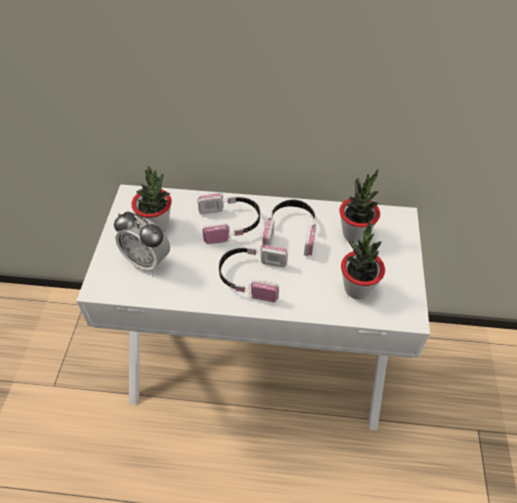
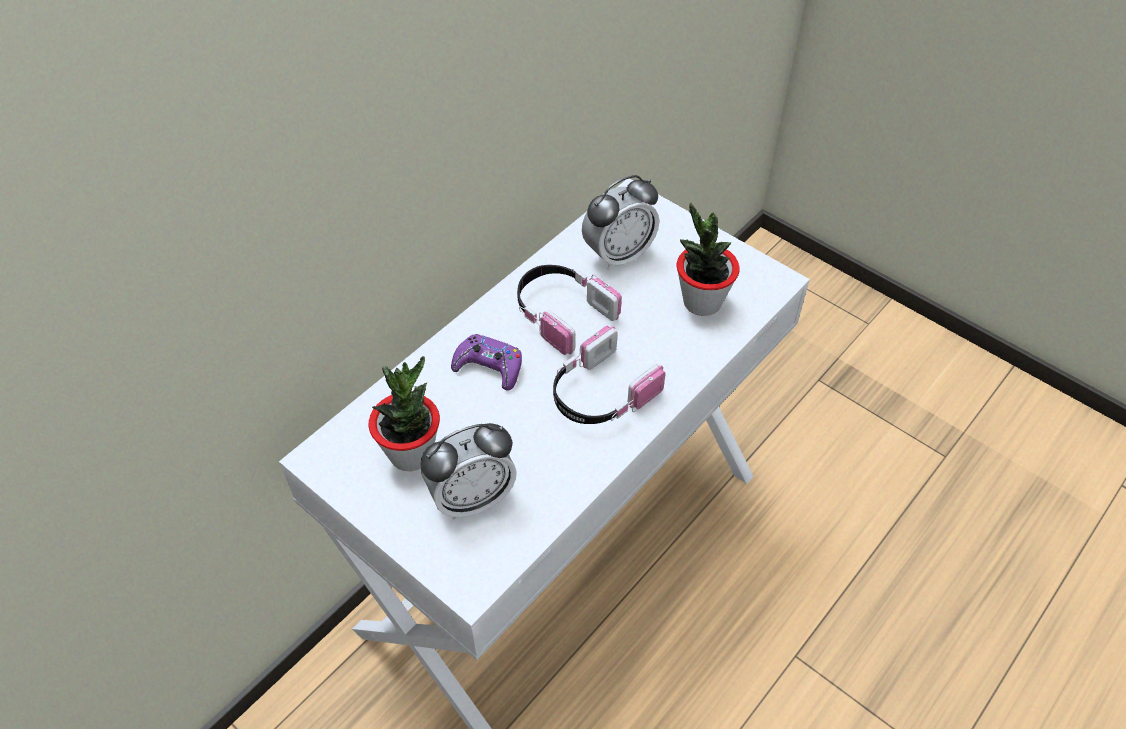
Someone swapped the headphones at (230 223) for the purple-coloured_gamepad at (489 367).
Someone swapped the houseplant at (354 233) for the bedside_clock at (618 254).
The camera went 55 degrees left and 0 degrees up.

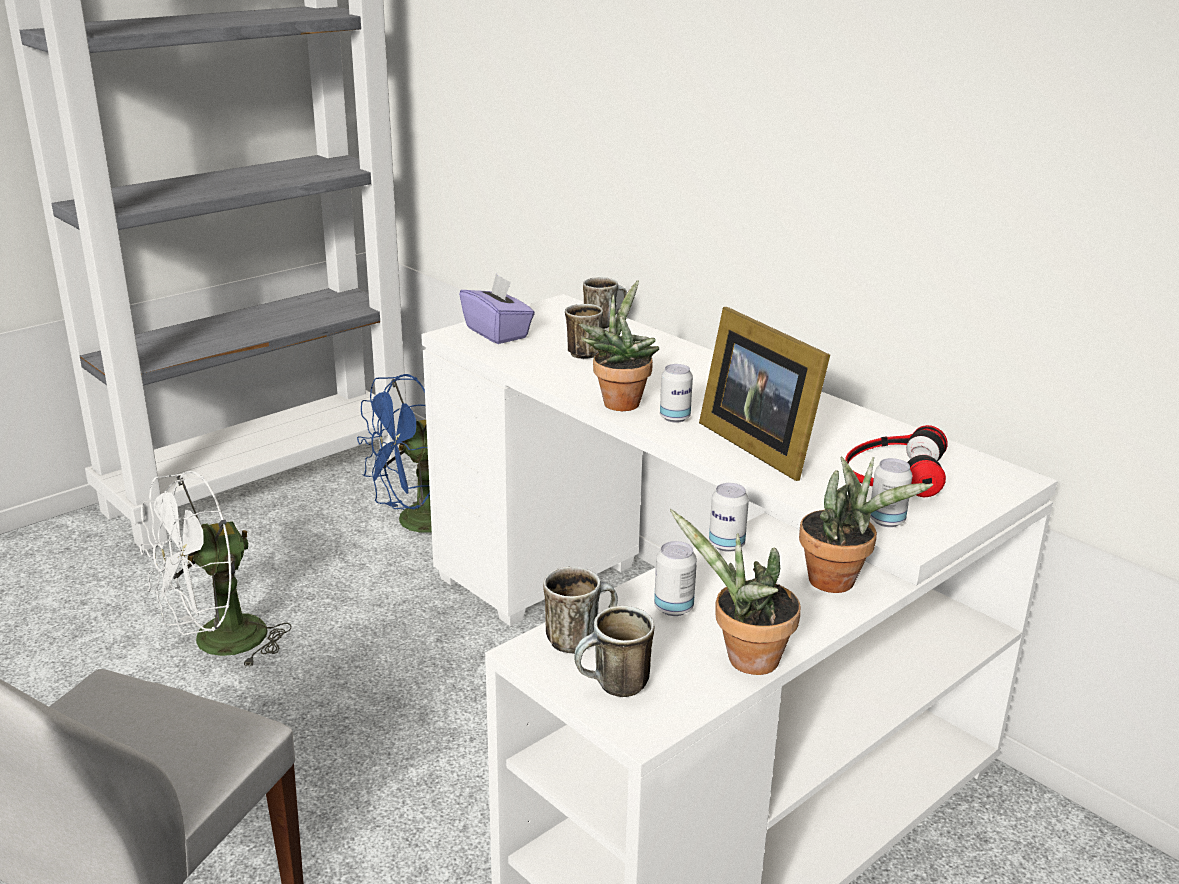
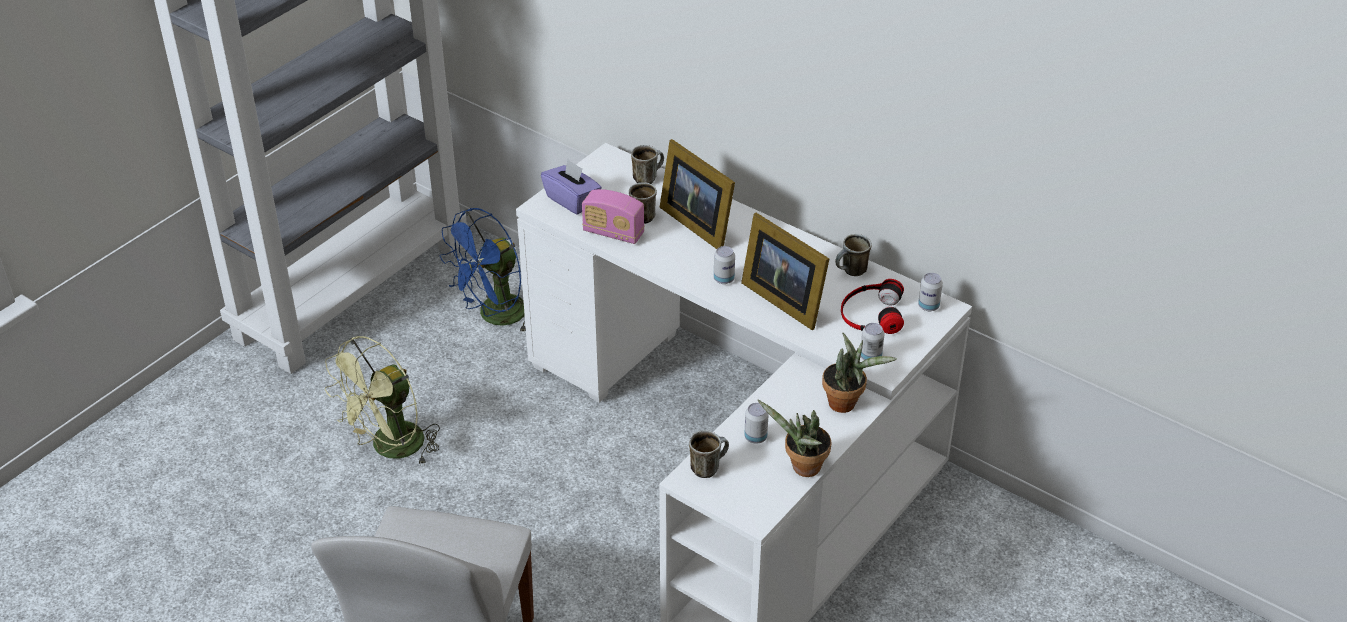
Someone repainted the white-coloured_fan at (217 644), which became the green_fan at (390 449).
Someone put down the radio_receiver at (613 233).
Someone put down the standing_frame at (697 222).
Someone carried the coffee_mug from (613 688) to (851 272).
Someone carried the metal_can from (726 545) to (928 306).
Someone took away the houseplant at (619 401).
The camera went 10 degrees left and 15 degrees up.

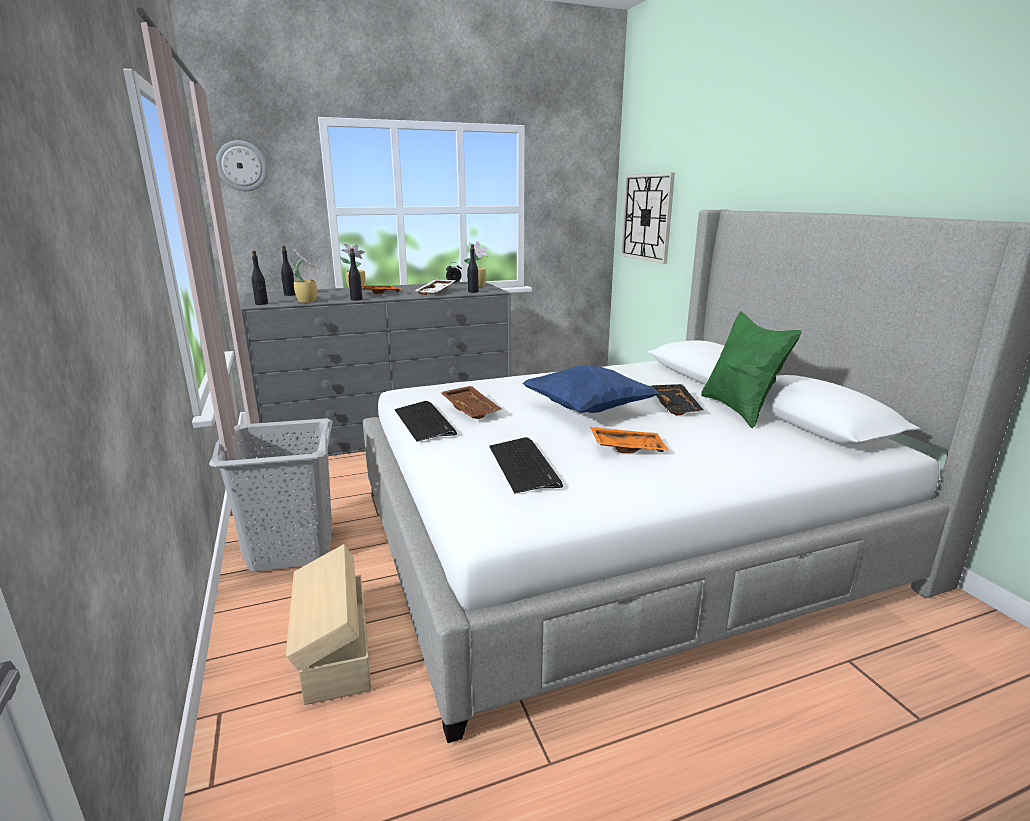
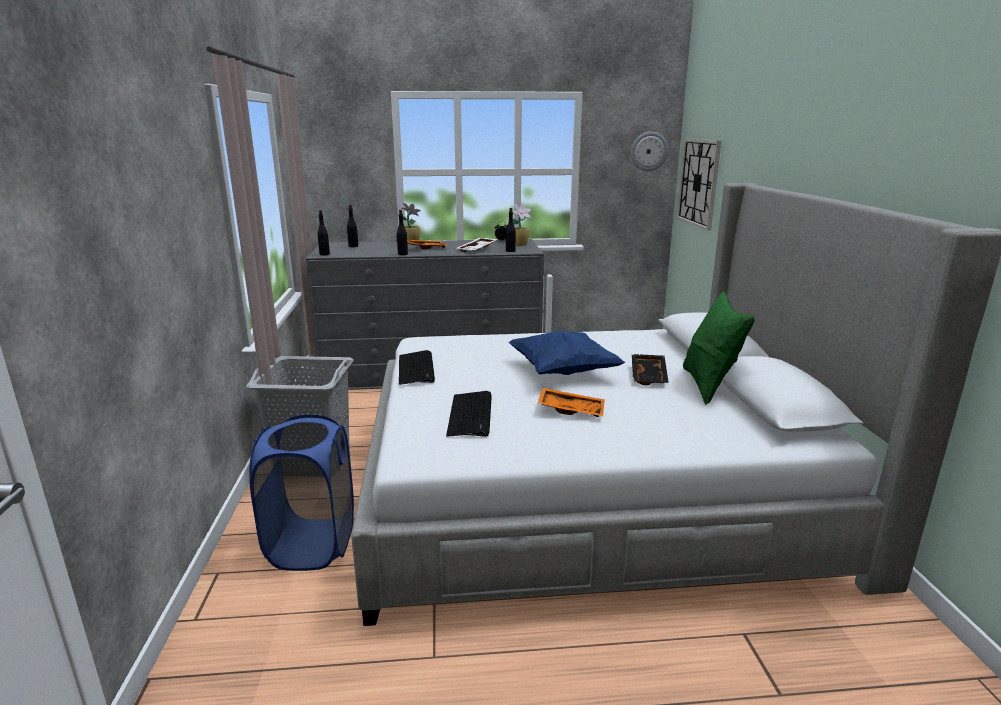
Someone swapped the sand-coloured_storage_container at (335 651) for the bluish_hamper at (312 545).
Someone carried the wall_clock from (242 166) to (648 151).
Someone took away the houseplant at (307 301).
Someone took away the brown-coloured_carrying_tray at (472 409).
The camera went 15 degrees right and 0 degrees up.

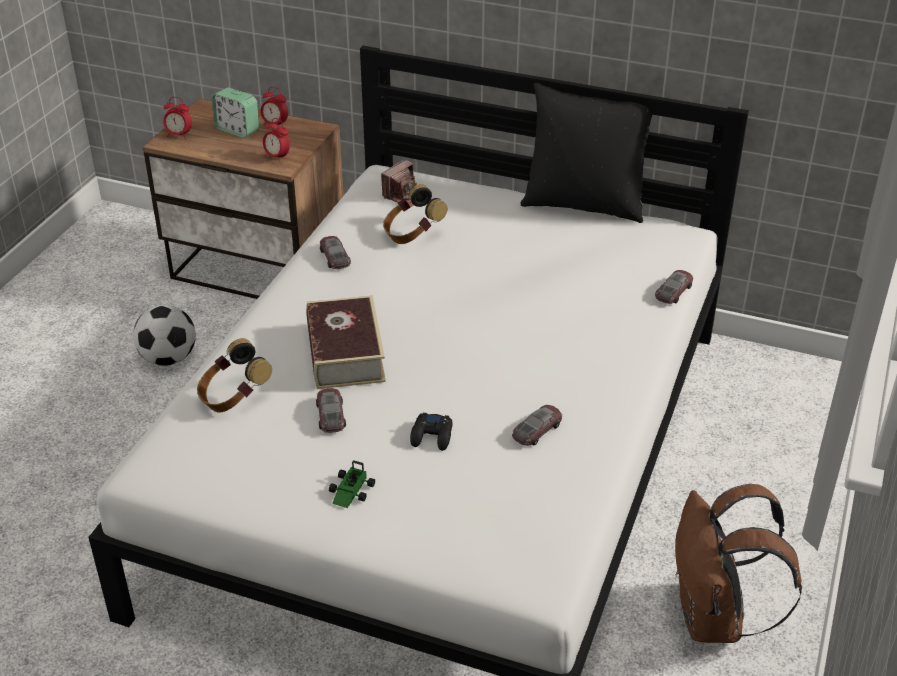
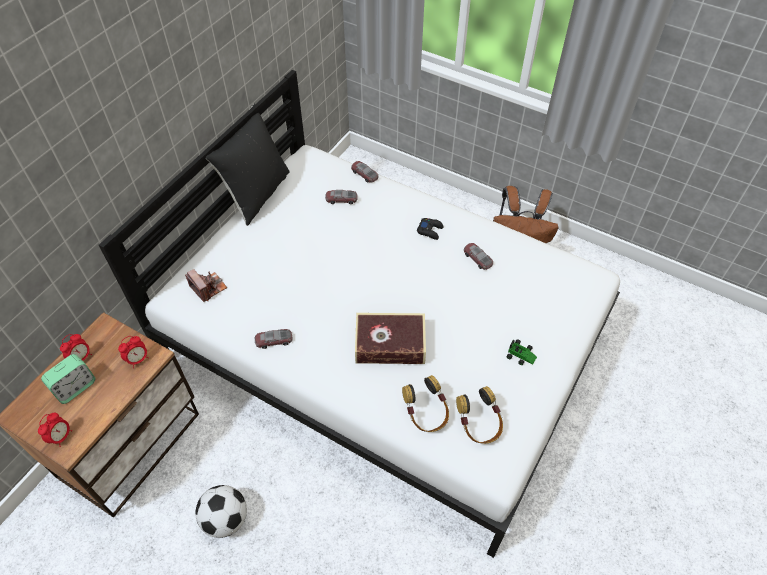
Someone carried the model_car from (331 415) to (341 199).
Someone carried the blackish_gamepad from (432 436) to (430 230).
Someone carried the headphones from (412 234) to (479 425).
The camera went 80 degrees left and 15 degrees up.

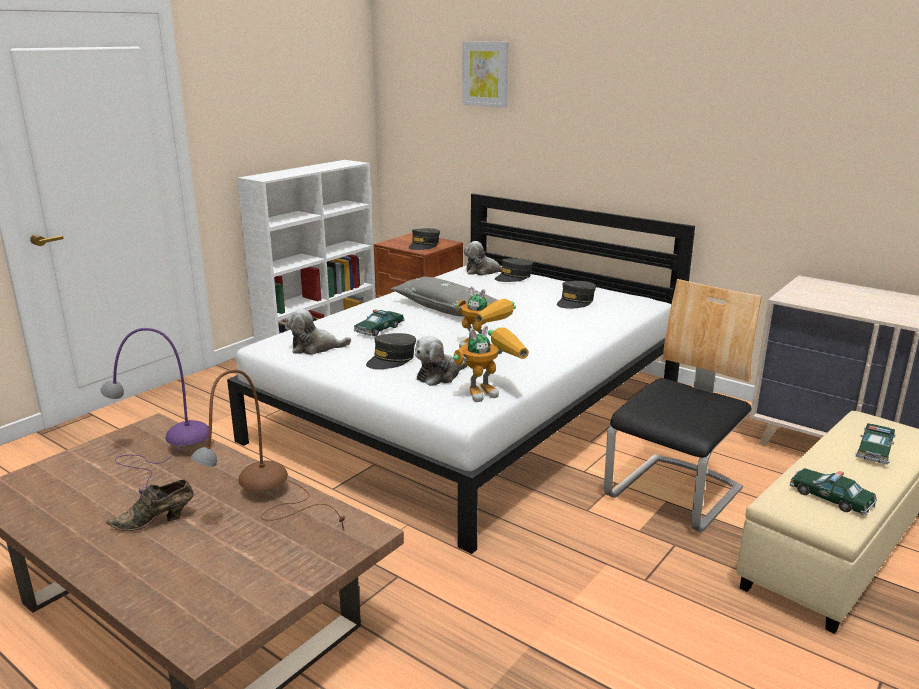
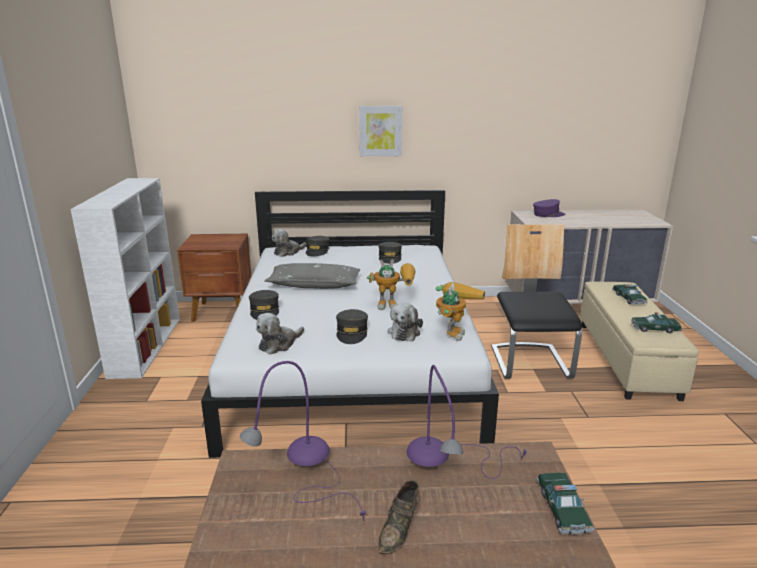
Someone carried the greyish_cap from (424 245) to (264 311).
Someone carried the picture from (486 74) to (380 131).
Someone repainted the brown-coloured_lamp_for_a_table at (267 506), which became the purple-coloured_lamp_for_a_table at (450 472).
Someone put down the purple-coloured_cap at (548 214).
Someone carried the model_car from (379 329) to (562 509).
The camera went 40 degrees left and 0 degrees up.

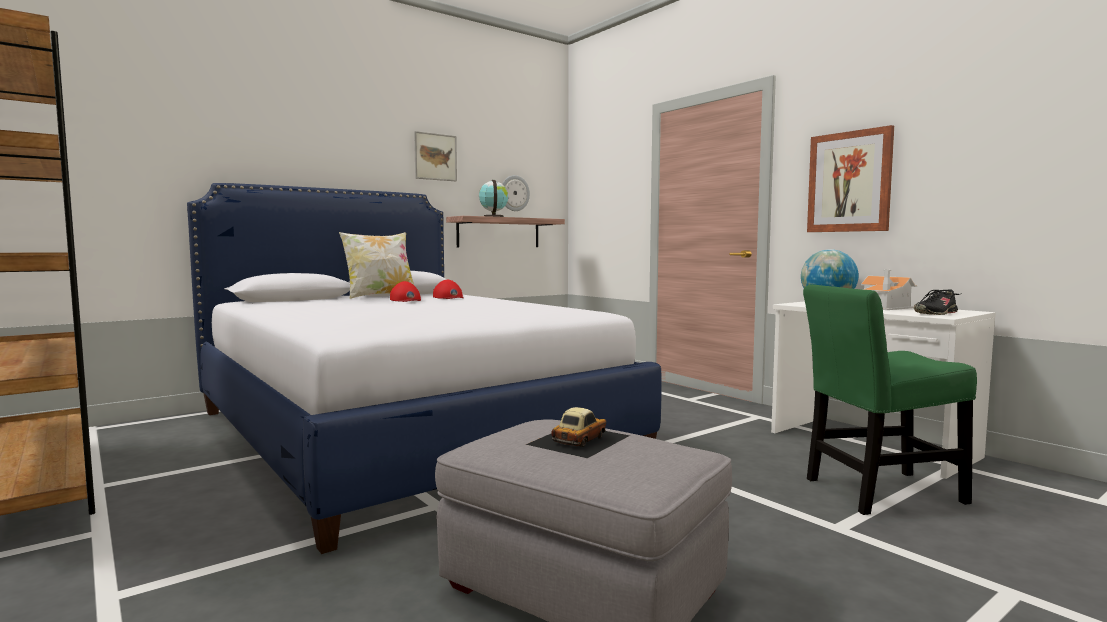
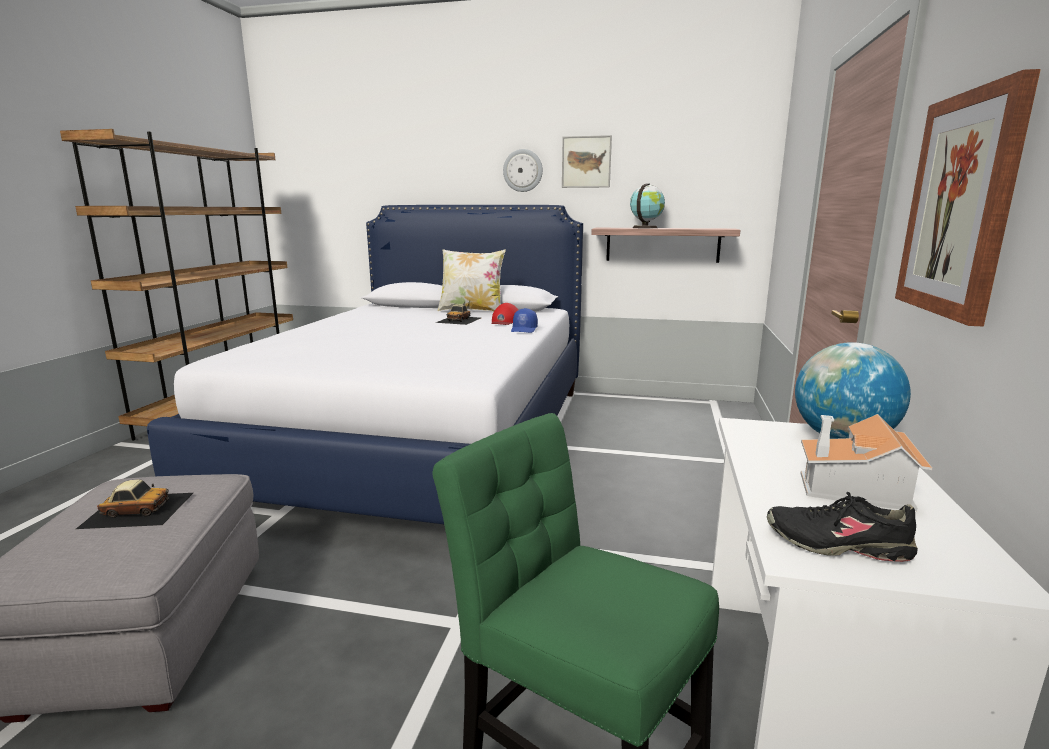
Someone swapped the red_cap at (406 300) for the model_car at (459 320).
Someone carried the wall_clock from (514 193) to (523 170).
Someone put down the bluish_cap at (524 329).
The camera went 50 degrees right and 10 degrees up.

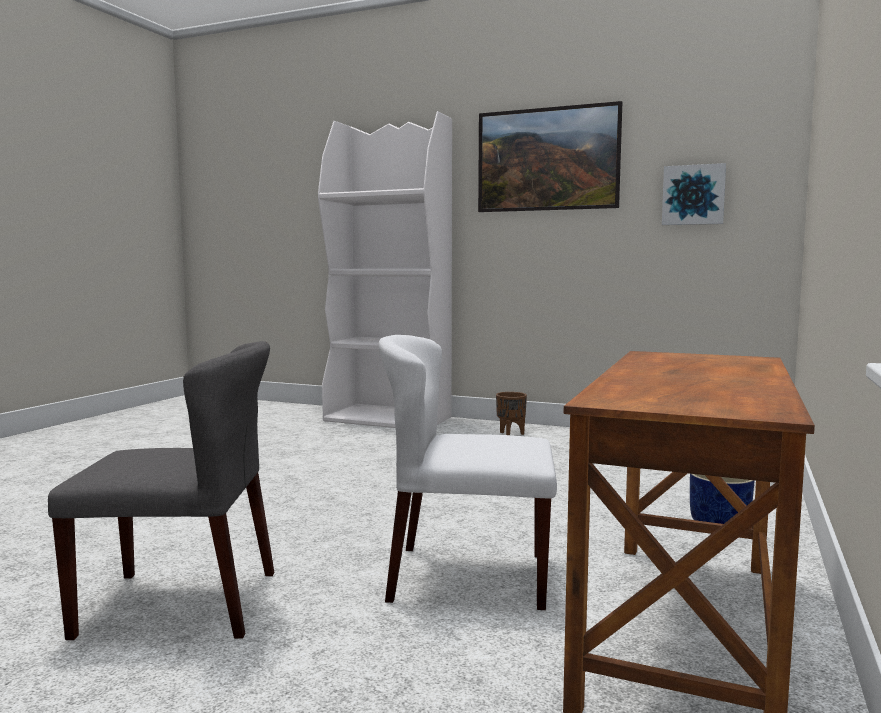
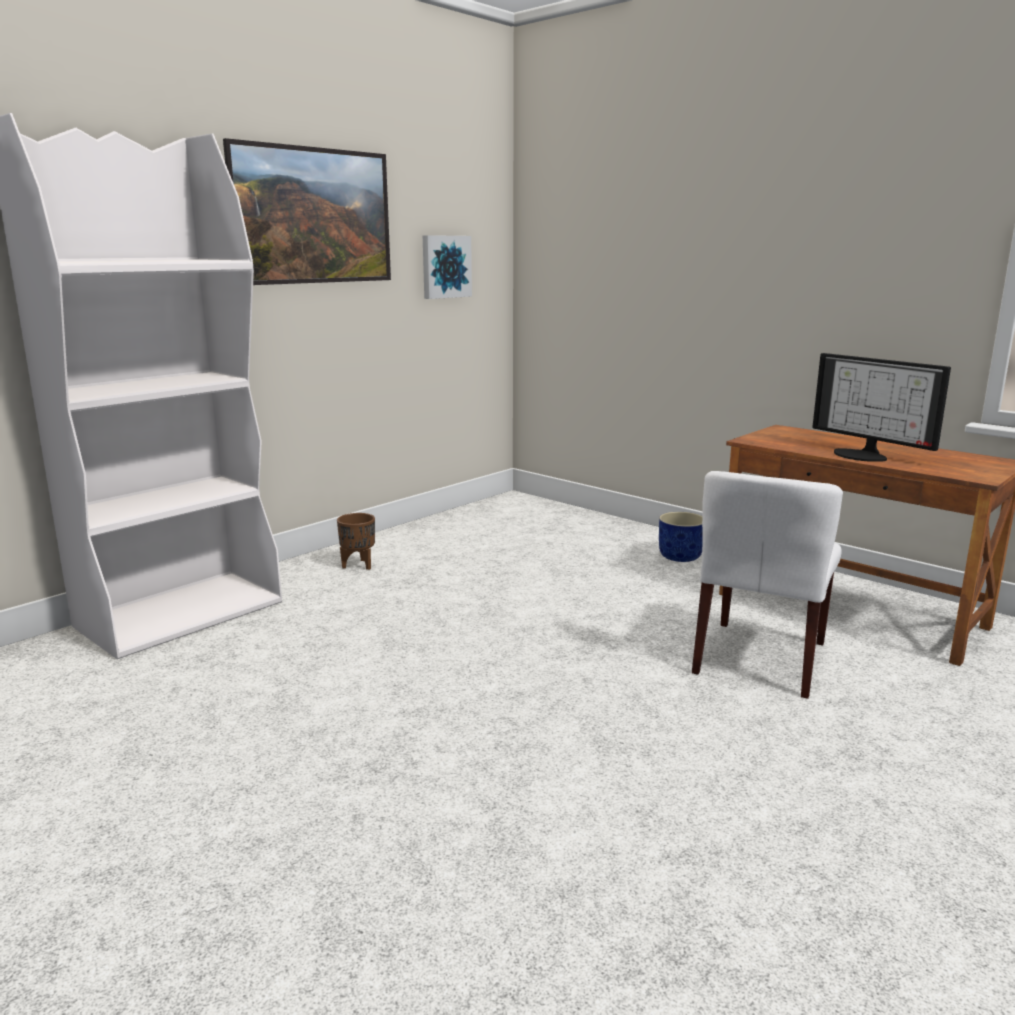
Someone put down the monitor at (863 455).
Someone took away the greyish_plain_chair at (182 603).
The camera went 70 degrees left and 10 degrees up.

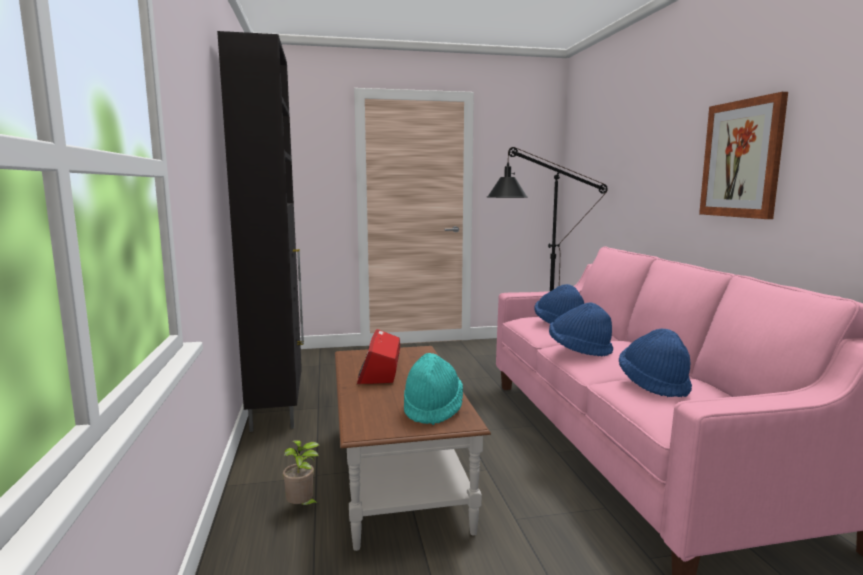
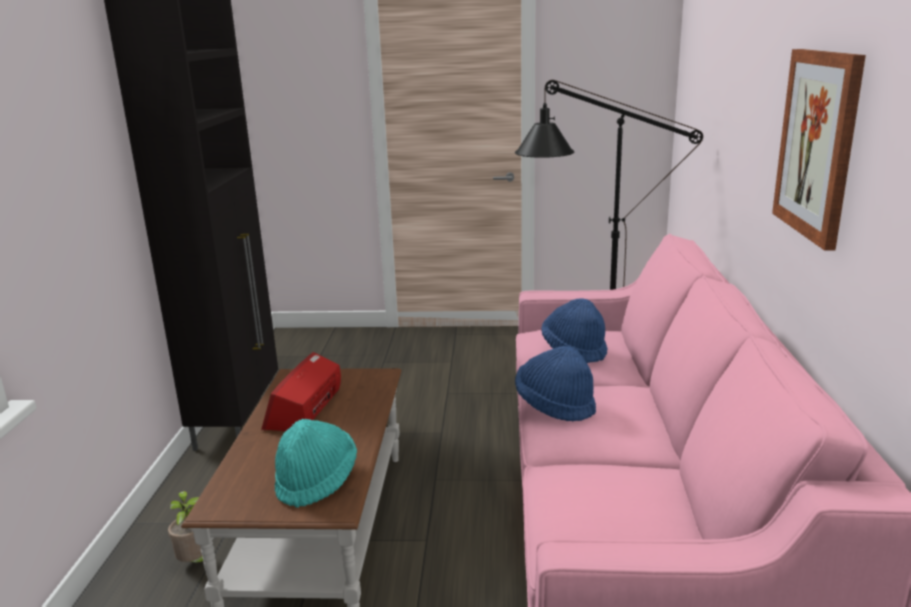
Someone took away the bluish_hat at (654 384).
The camera went 15 degrees right and 10 degrees up.

